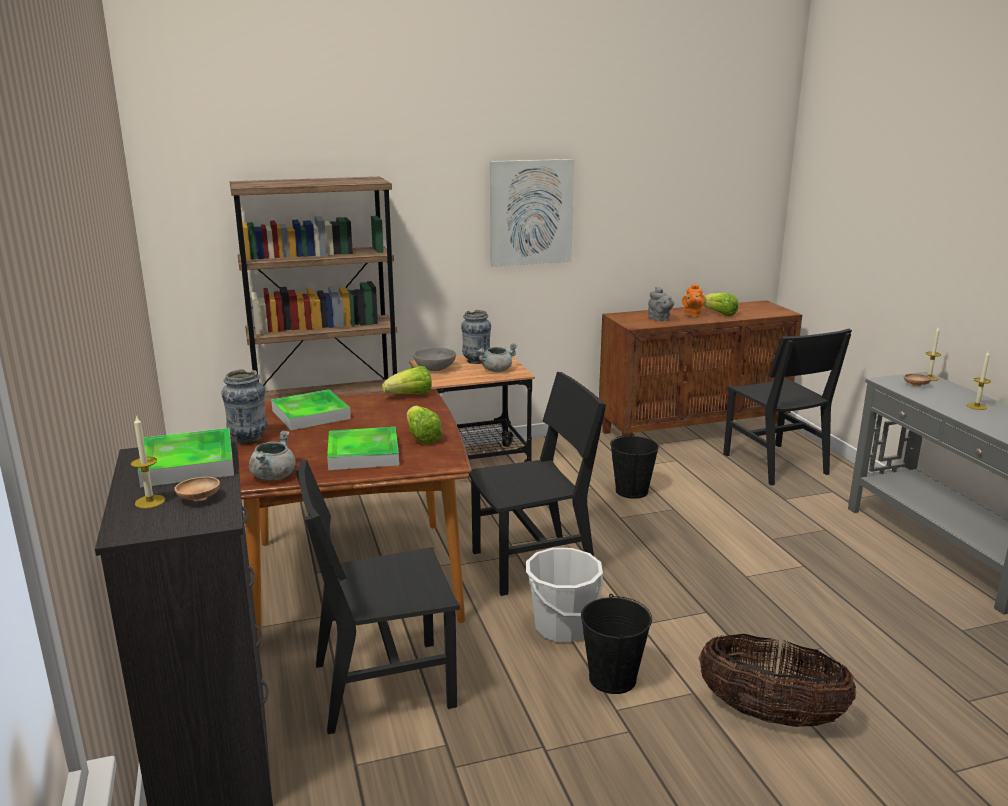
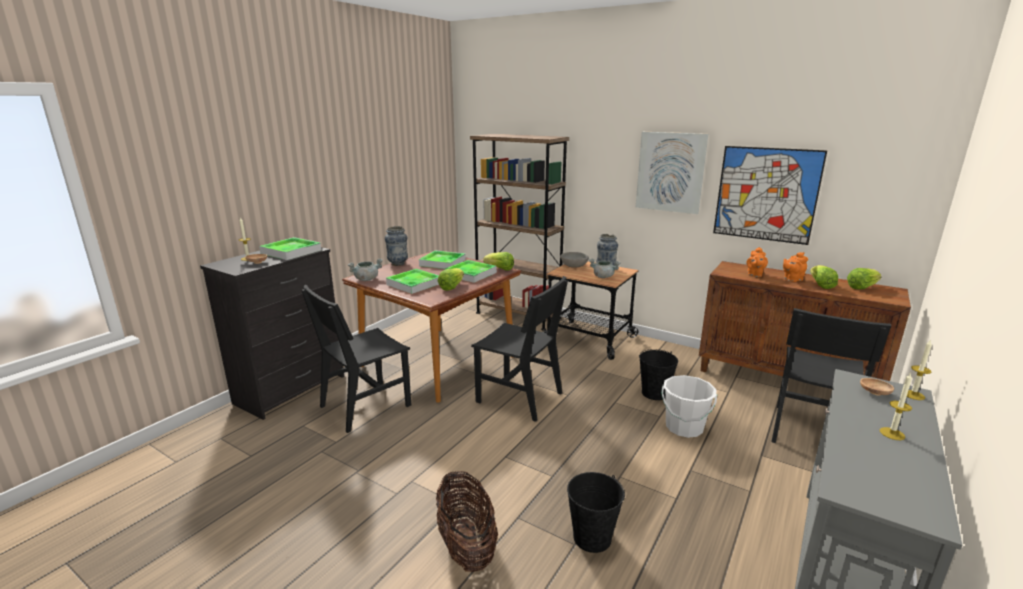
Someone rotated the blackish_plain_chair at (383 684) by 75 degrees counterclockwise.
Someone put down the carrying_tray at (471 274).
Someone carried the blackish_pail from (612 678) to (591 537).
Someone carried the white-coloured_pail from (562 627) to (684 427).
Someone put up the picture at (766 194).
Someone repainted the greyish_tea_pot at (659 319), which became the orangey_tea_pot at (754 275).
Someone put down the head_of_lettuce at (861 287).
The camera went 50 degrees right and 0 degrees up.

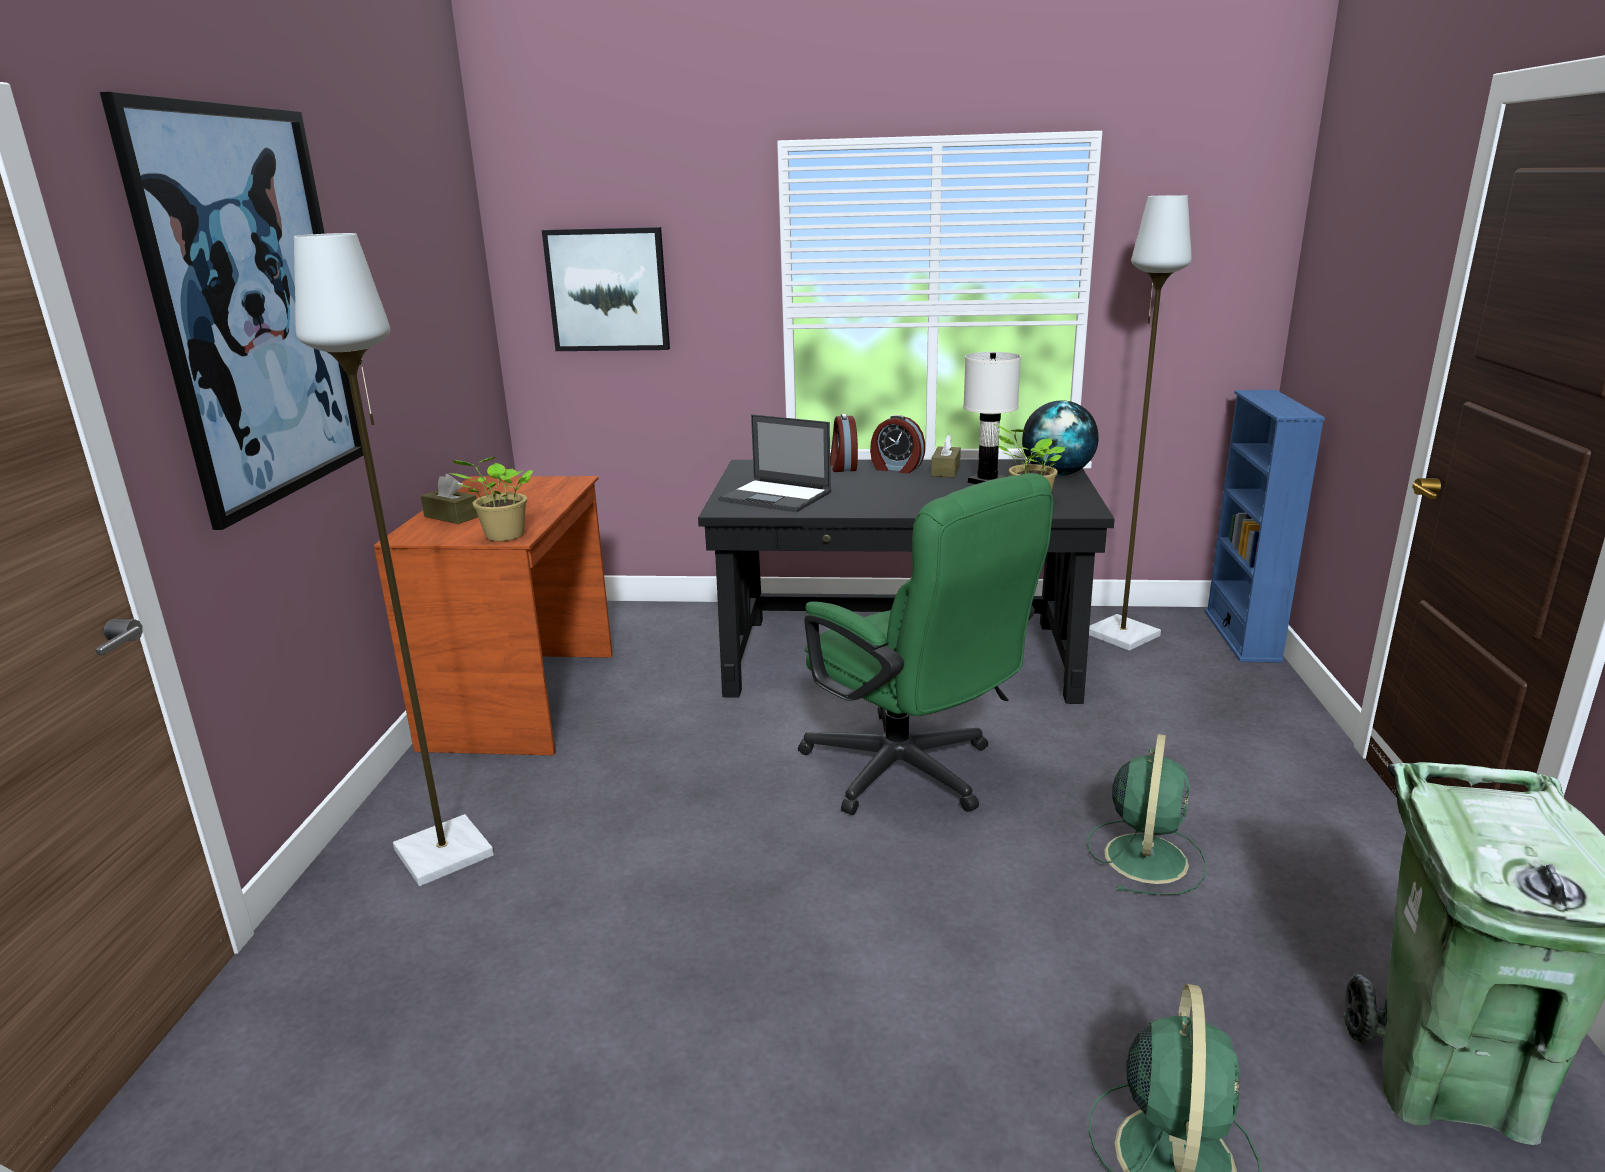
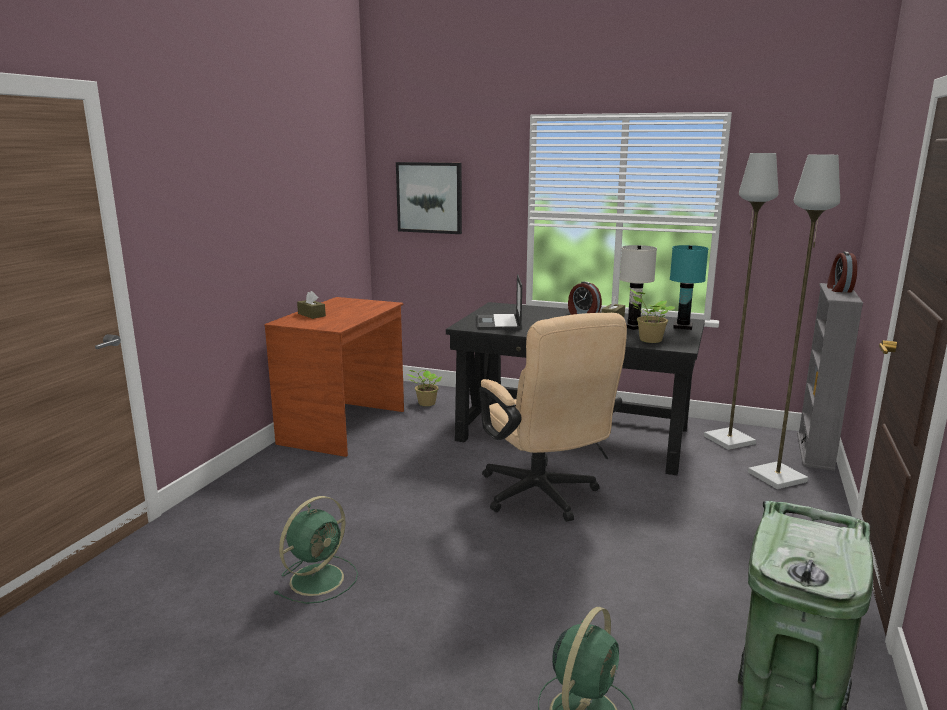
Someone carried the green_fan from (1146 856) to (319 578).
Someone carried the houseplant from (502 536) to (425 404).
Someone rotated the portable_computer at (776 496) by 45 degrees clockwise.
Someone repainted the green_office_chair at (912 775), which became the sand-coloured_office_chair at (543 497).
Someone swapped the world_globe at (1057 474) for the turquoise_lamp_for_a_table at (683 326).
Someone carried the greyish_standard_lamp from (444 851) to (777 476).
Someone repainted the bluish_bookcase at (1242 636), which became the greyish_bookcase at (815 451).
Someone carried the bedside_clock from (842 467) to (838 289).
Someone took away the picture at (254 308).
The camera went 15 degrees right and 5 degrees down.

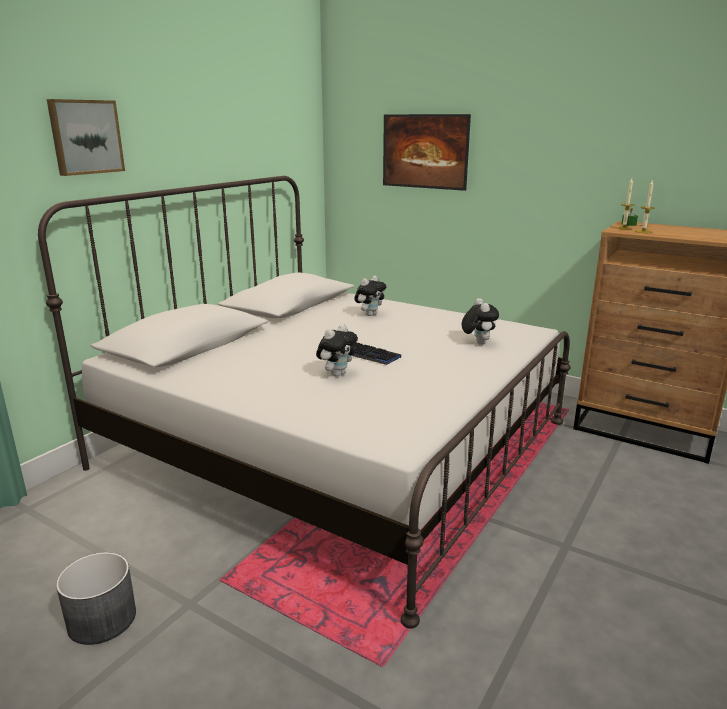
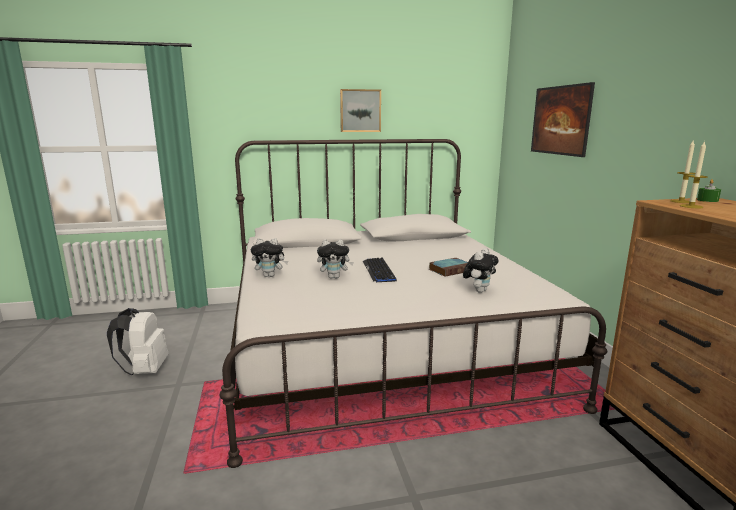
Someone swapped the greyish_flower_pot at (101 619) for the white-coloured_backpack at (145 370).
Someone carried the soft_toy from (370 314) to (270 276).
Someone carried the picture from (85 137) to (360 111).
Someone put down the bound_book at (450 270).
The camera went 45 degrees right and 5 degrees down.

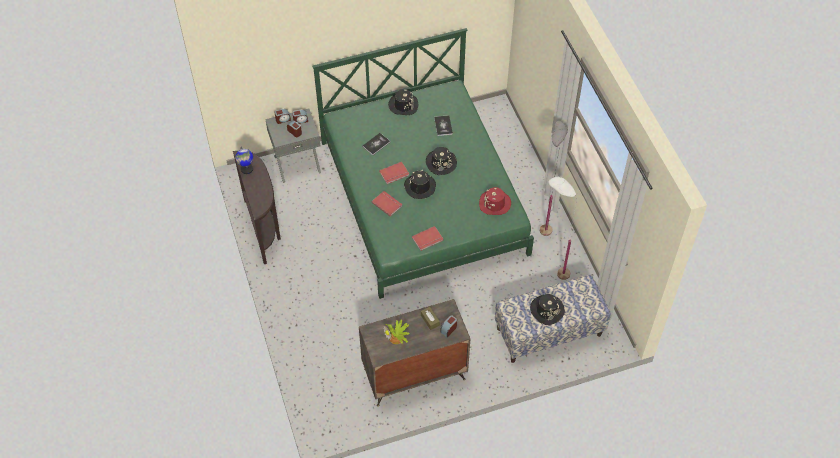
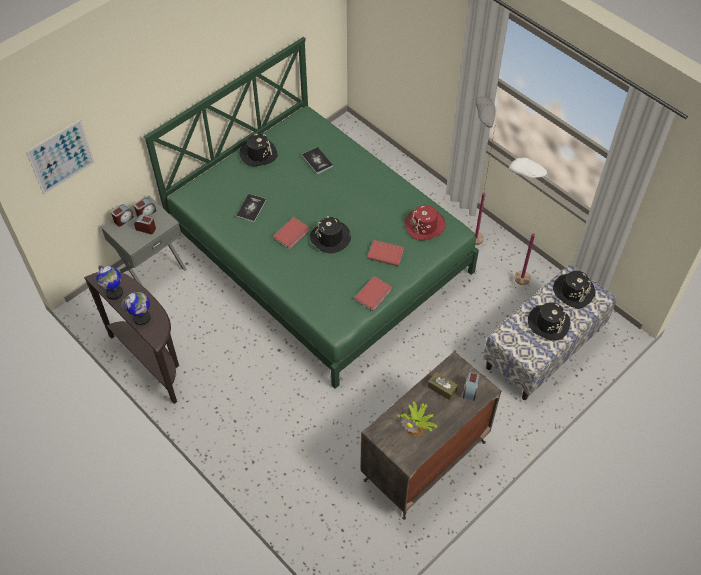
Someone put up the picture at (61 157).
Someone put down the world_globe at (142 318).
Someone carried the red_bound_book from (387 203) to (385 253).
Someone carried the blackish_hat from (441 162) to (573 291).
The camera went 25 degrees left and 0 degrees up.

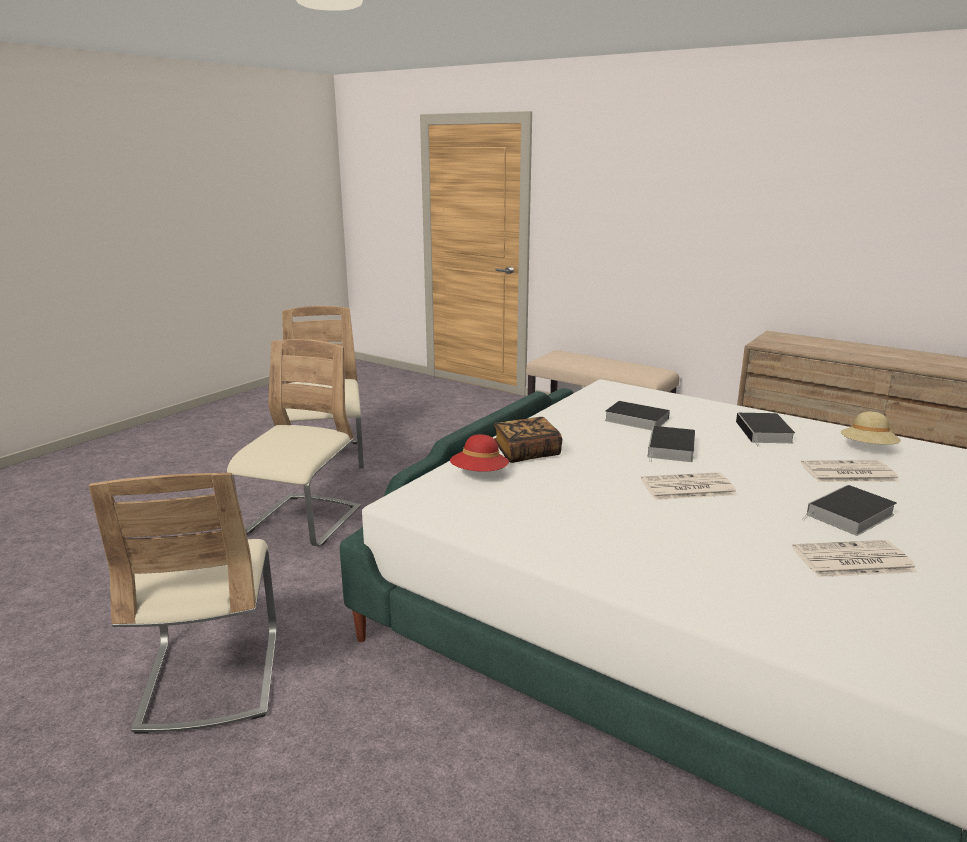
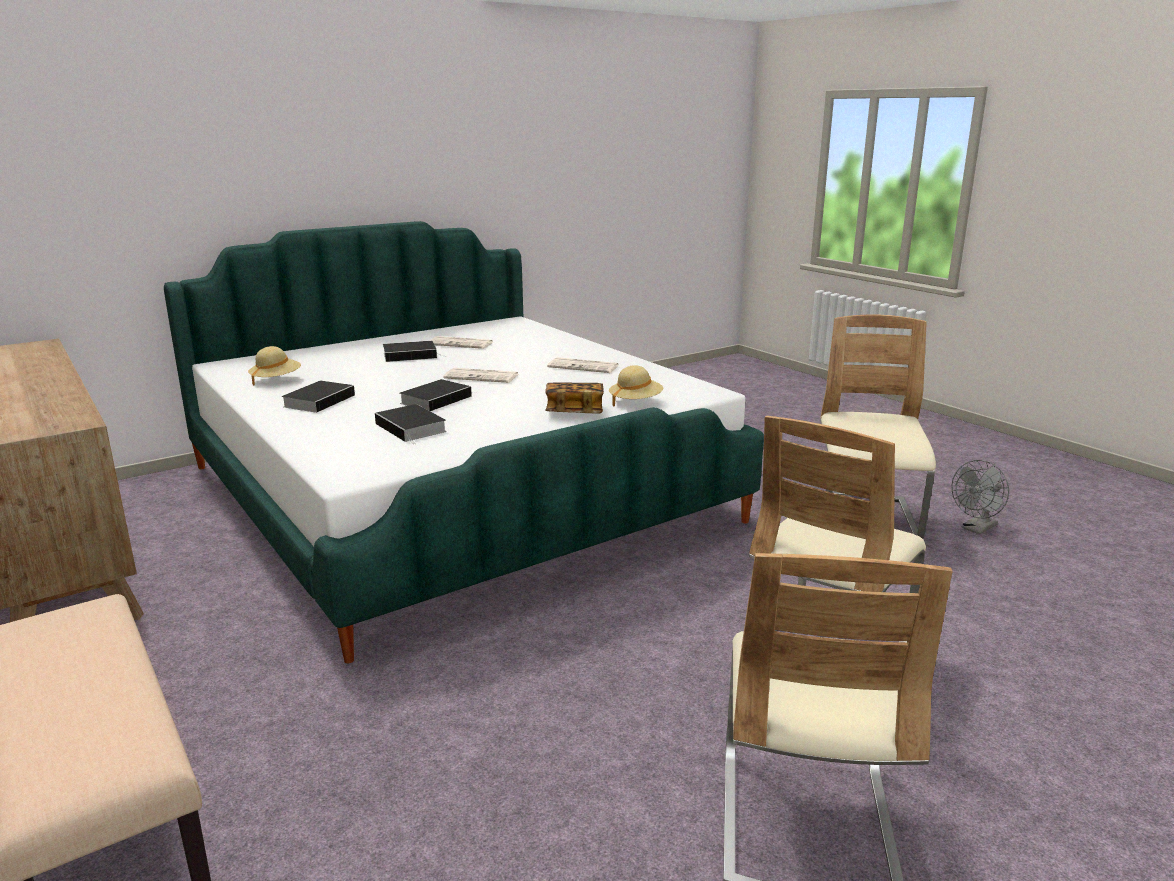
Someone carried the daily_paper from (847 473) to (584 366).
Someone repainted the red_hat at (479 474), which became the sand-coloured_hat at (635 402).
Someone put down the greyish_fan at (976 529).
The camera went 160 degrees left and 0 degrees up.

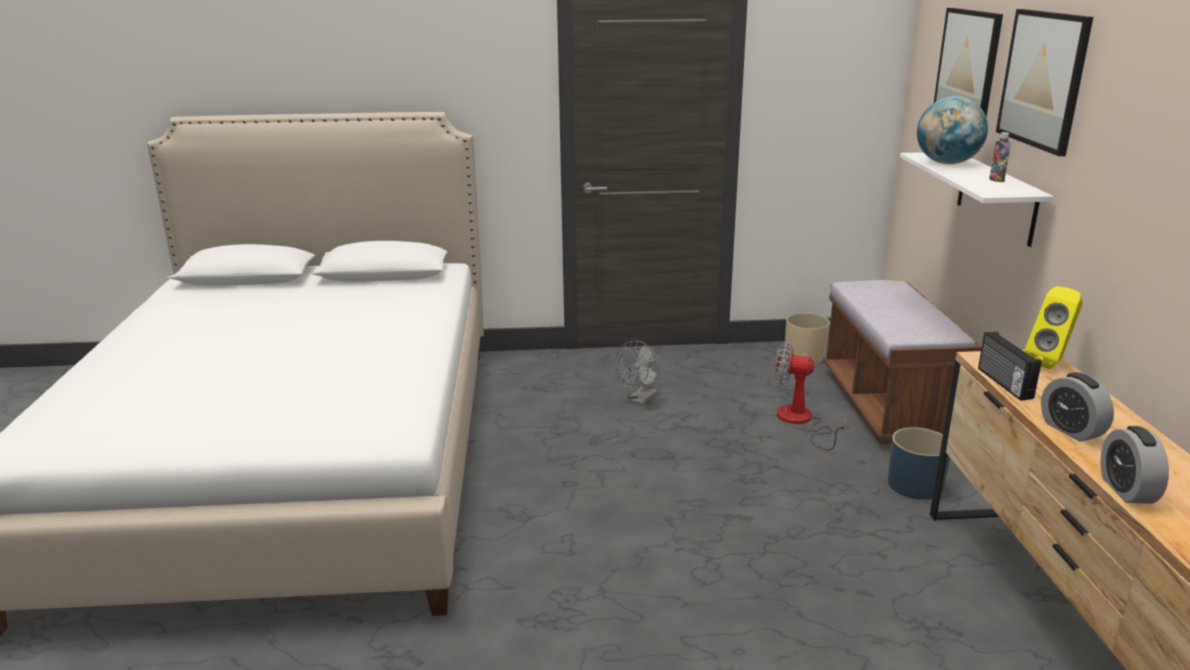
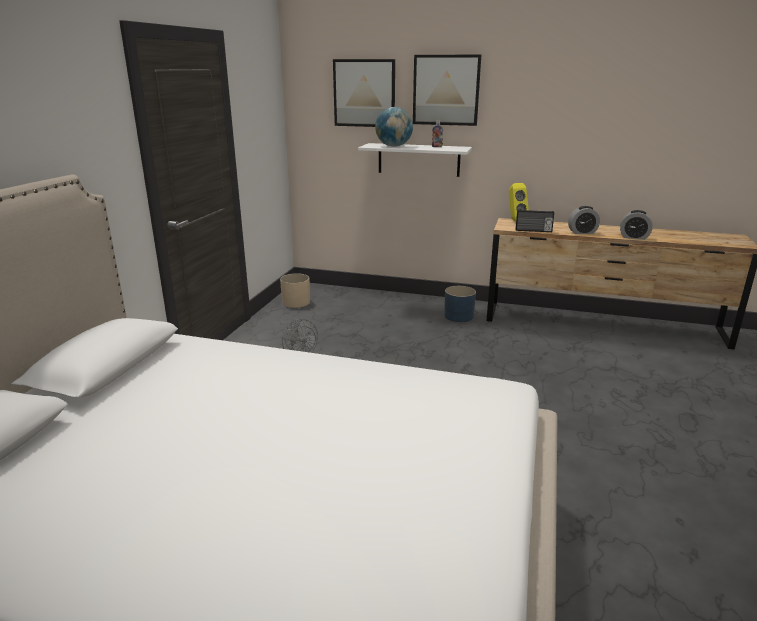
Someone took away the fan at (801 422).
Someone took away the brown-coloured_indoor_bench at (887 406).
The camera went 70 degrees left and 0 degrees up.

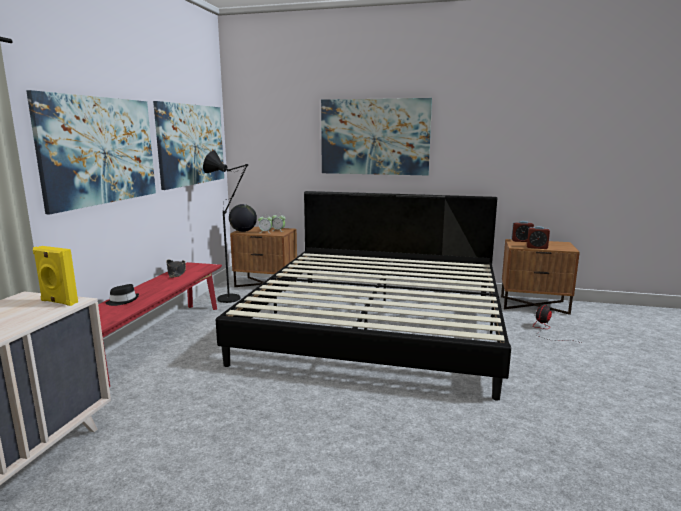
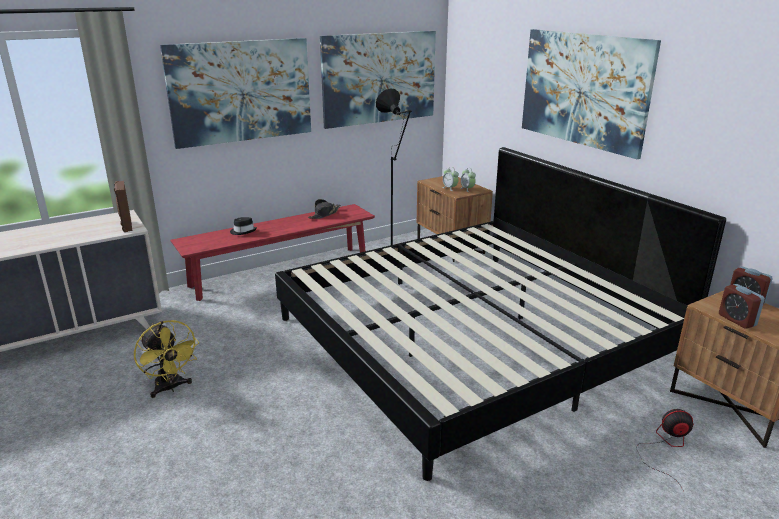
Someone repainted the yellowish_audio_speaker at (58 302), which became the brown-coloured_audio_speaker at (126 226).
Someone put down the yellowish_fan at (170 388).
Someone took away the world_globe at (243 231).
The camera went 45 degrees right and 10 degrees up.

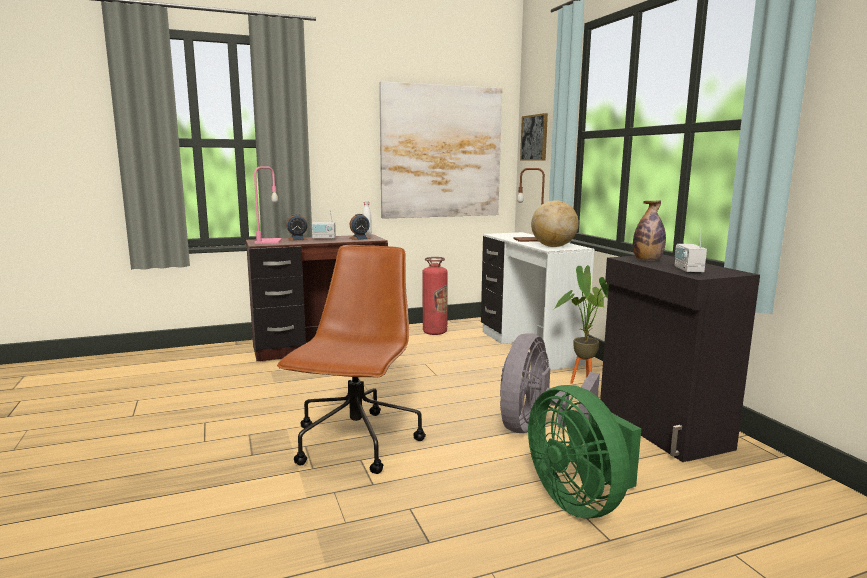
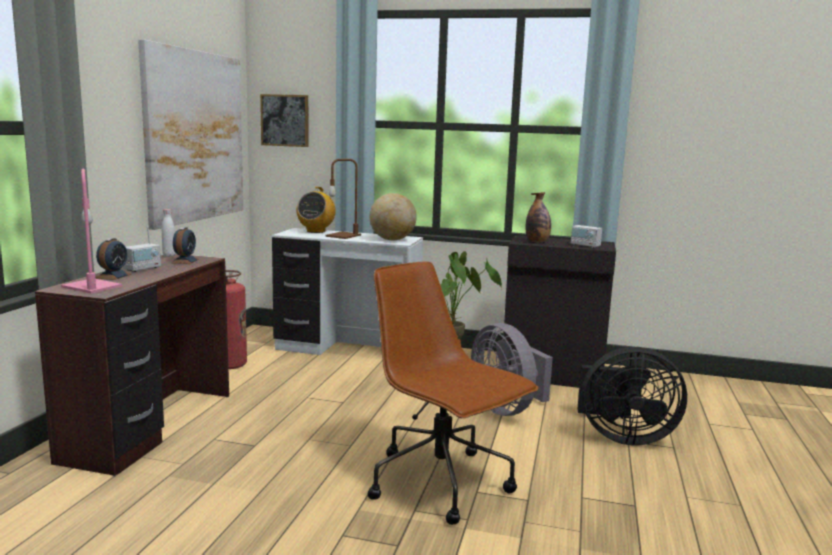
Someone put down the radio_receiver at (316 231).
Someone repainted the green_fan at (580 501), which became the blackish_fan at (622 436).
The camera went 55 degrees left and 0 degrees up.

